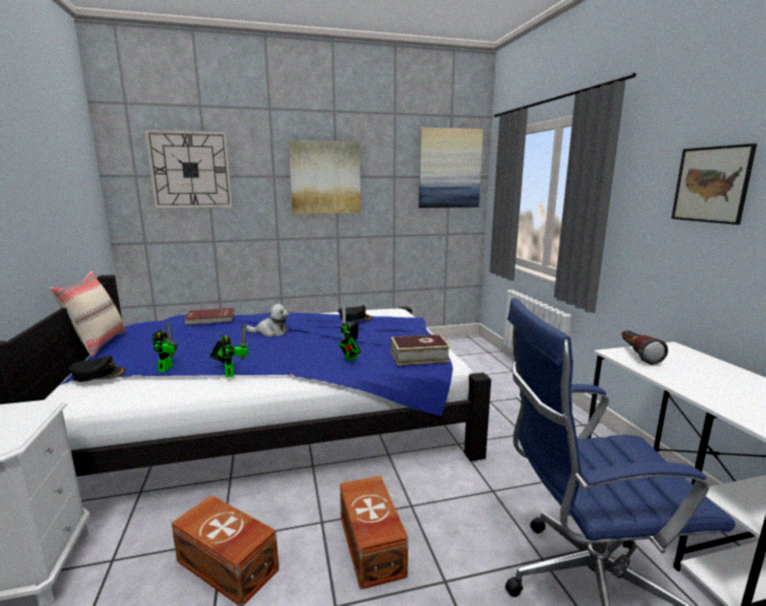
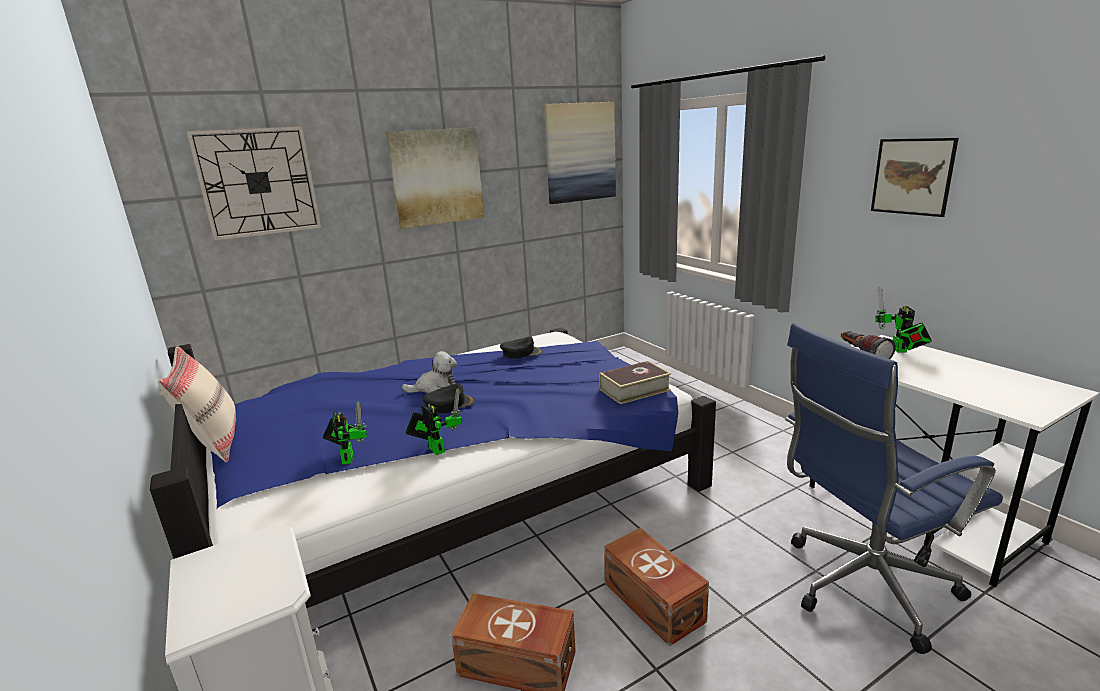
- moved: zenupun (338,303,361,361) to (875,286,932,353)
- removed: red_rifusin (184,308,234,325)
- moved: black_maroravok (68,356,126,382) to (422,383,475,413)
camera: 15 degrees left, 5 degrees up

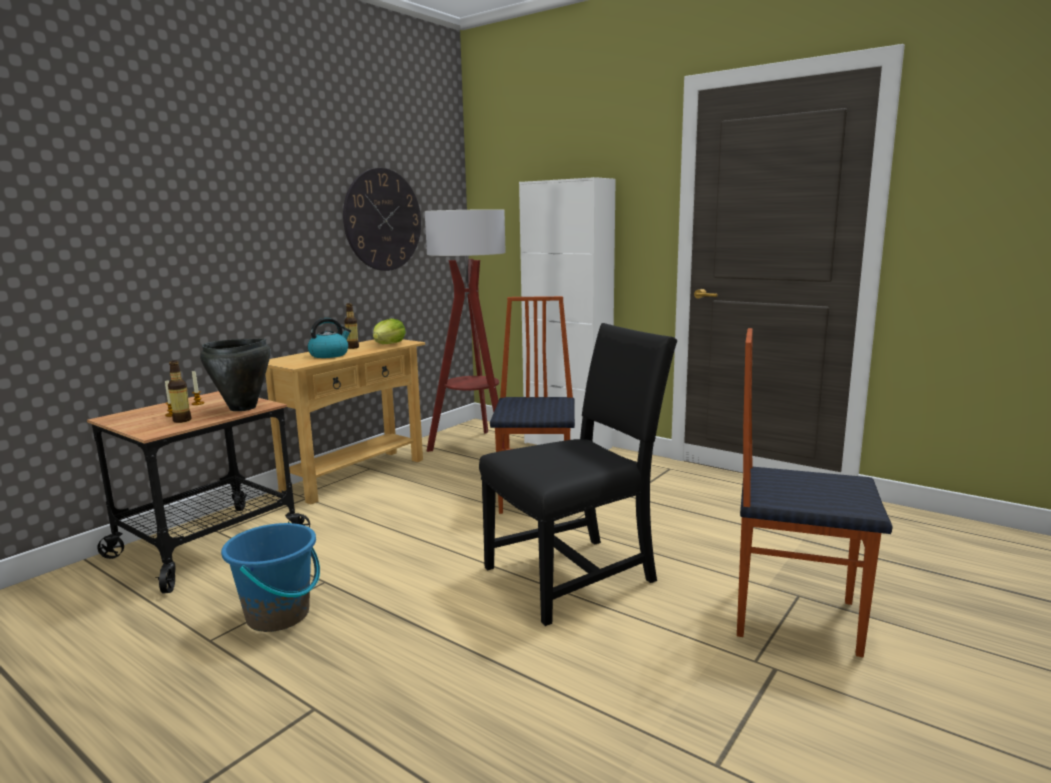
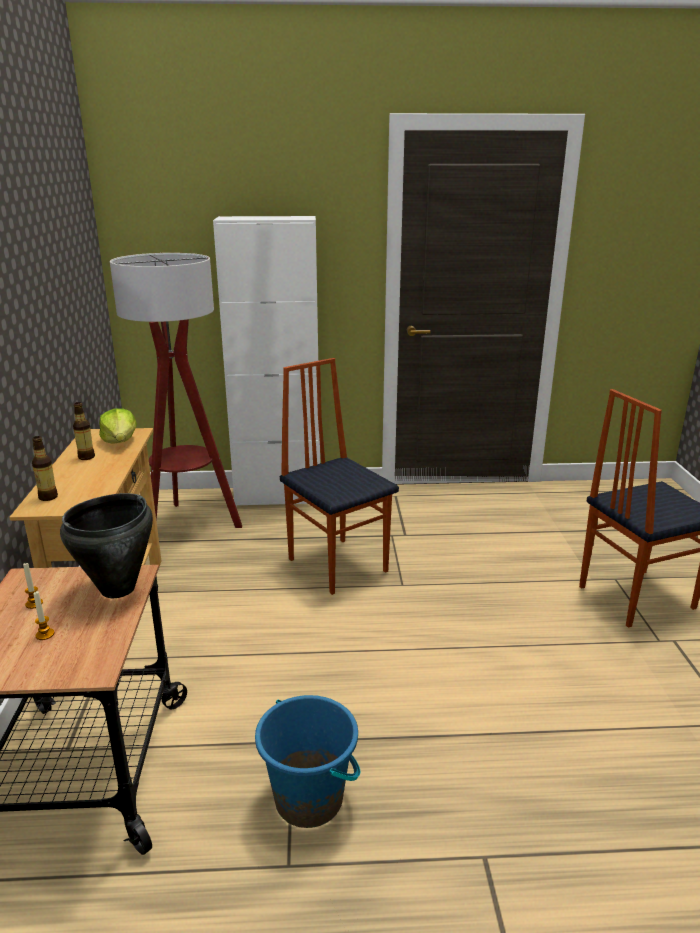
- removed: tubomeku (343,168,421,271)
- removed: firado (308,318,351,358)
- removed: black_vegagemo (479,323,677,626)
- moved: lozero (168,361,192,423) to (32,436,58,501)
camera: 40 degrees left, 10 degrees up

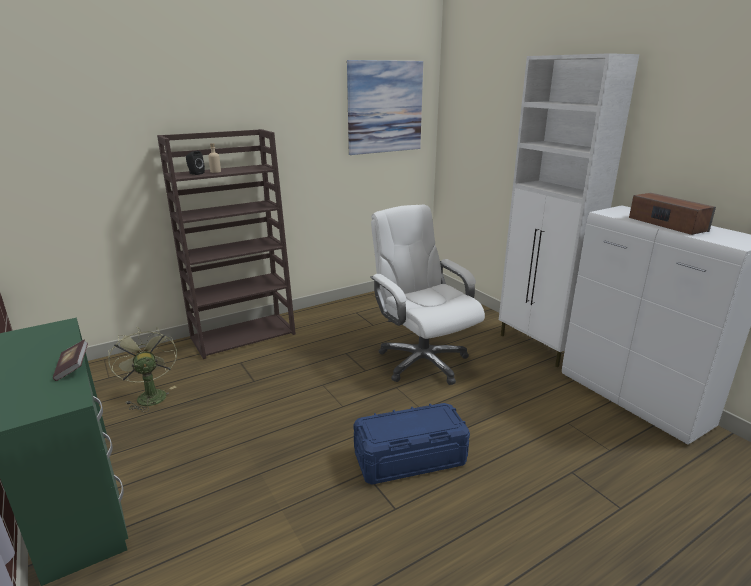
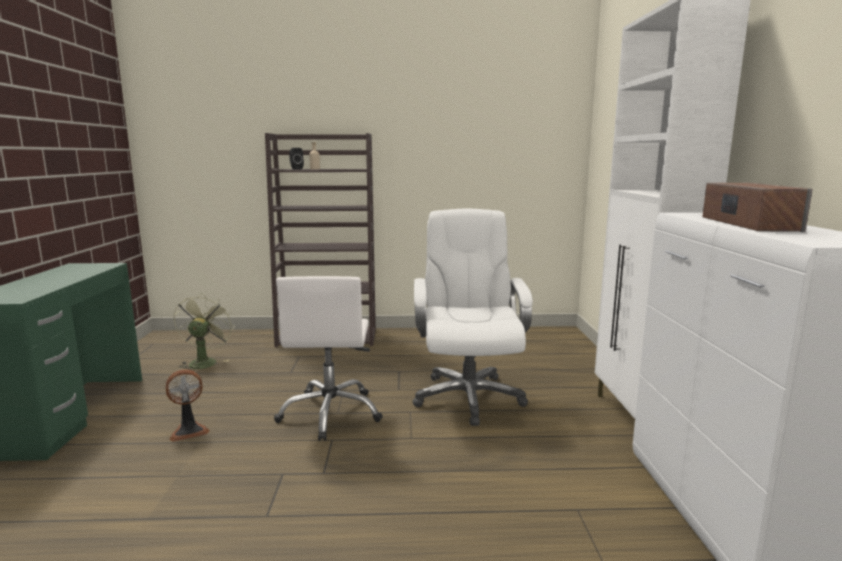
- removed: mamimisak (347,60,423,155)
- removed: rifusin (53,339,88,381)
- removed: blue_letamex (354,403,470,485)
- added: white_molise (274,276,383,441)
- added: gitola (165,369,210,442)
camera: 30 degrees right, 10 degrees down

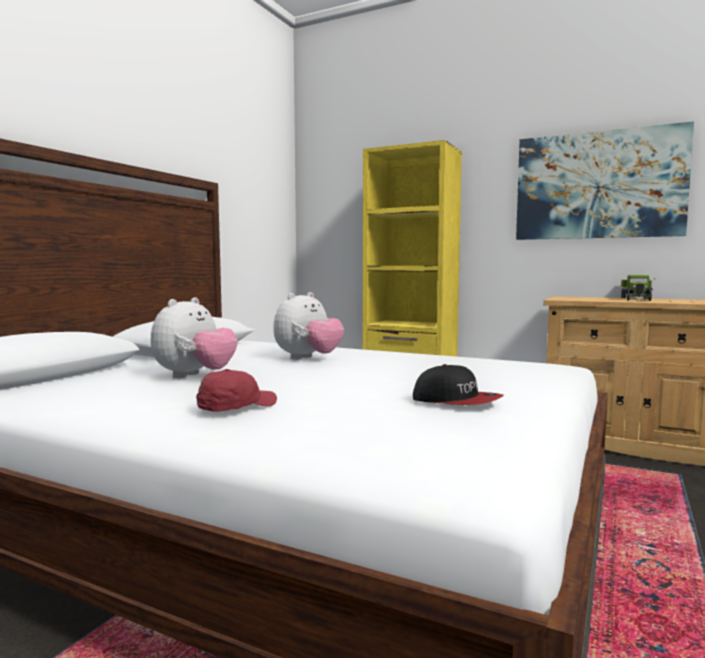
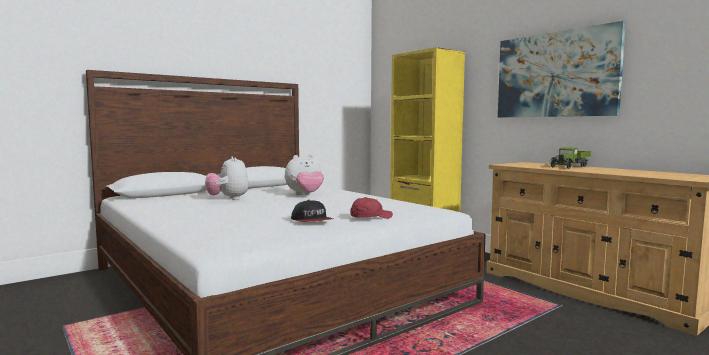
- turned: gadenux (151,297,238,378) = (205,156,249,200) 105 degrees clockwise
- moved: red_maroravok (196,369,277,412) to (350,197,393,219)
camera: 25 degrees right, 0 degrees up

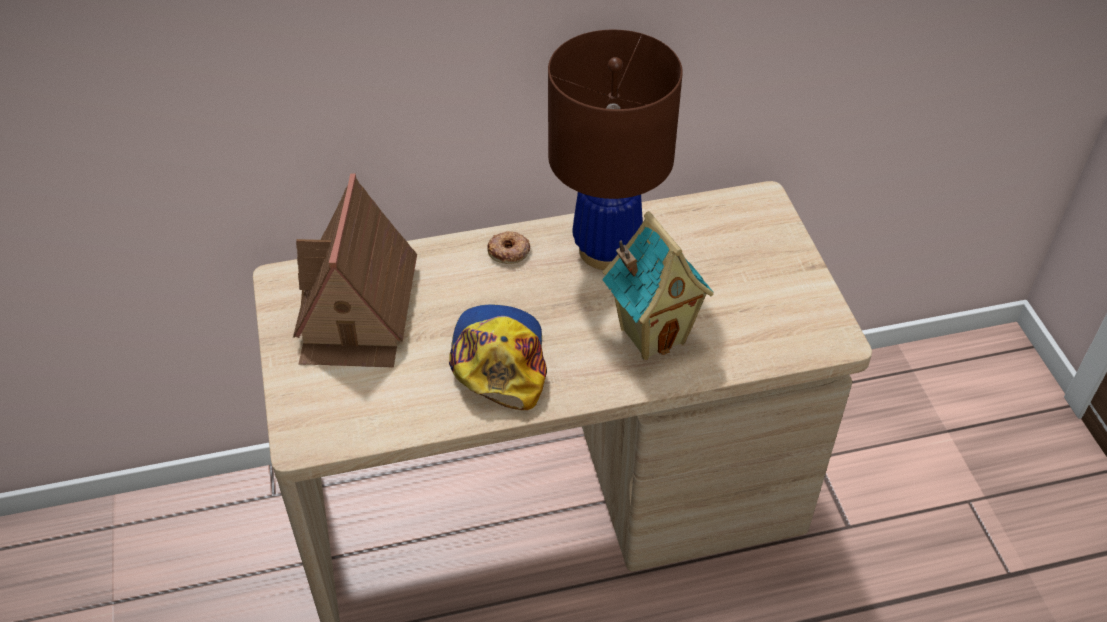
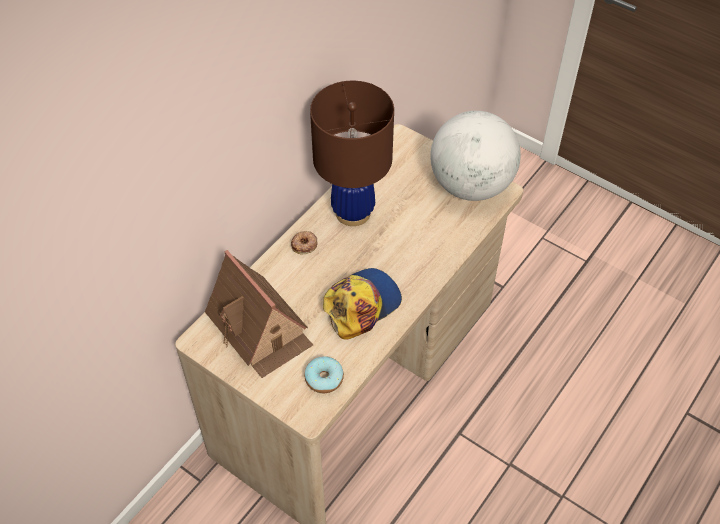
- removed: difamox (602,211,714,360)
- turned: maroravok (449,305,547,410) = (323,268,402,340) 90 degrees clockwise
- added: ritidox (430,111,521,201)
- added: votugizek (304,356,344,393)
camera: 40 degrees left, 5 degrees up

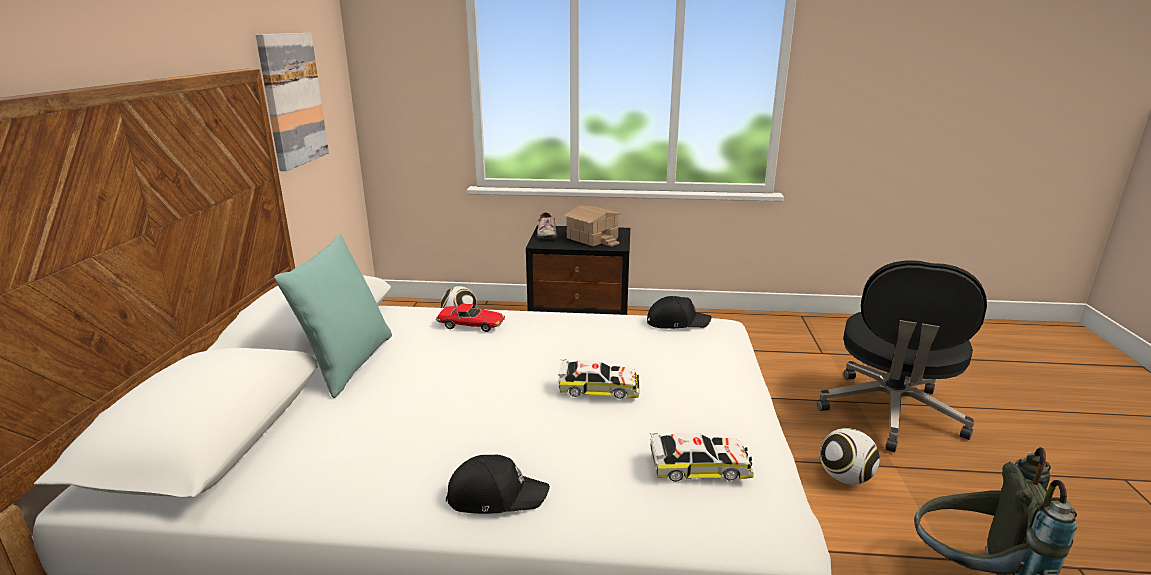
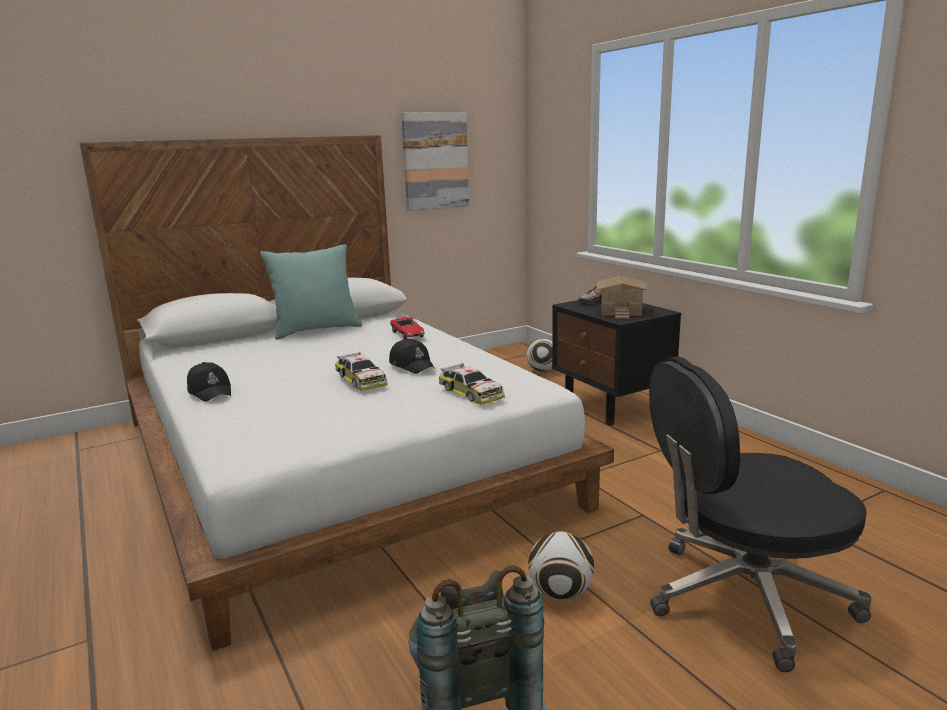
- moved: black_maroravok (647,296,711,328) to (389,338,435,374)
- moved: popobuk (650,433,754,482) to (439,363,505,405)
camera: 55 degrees right, 5 degrees down

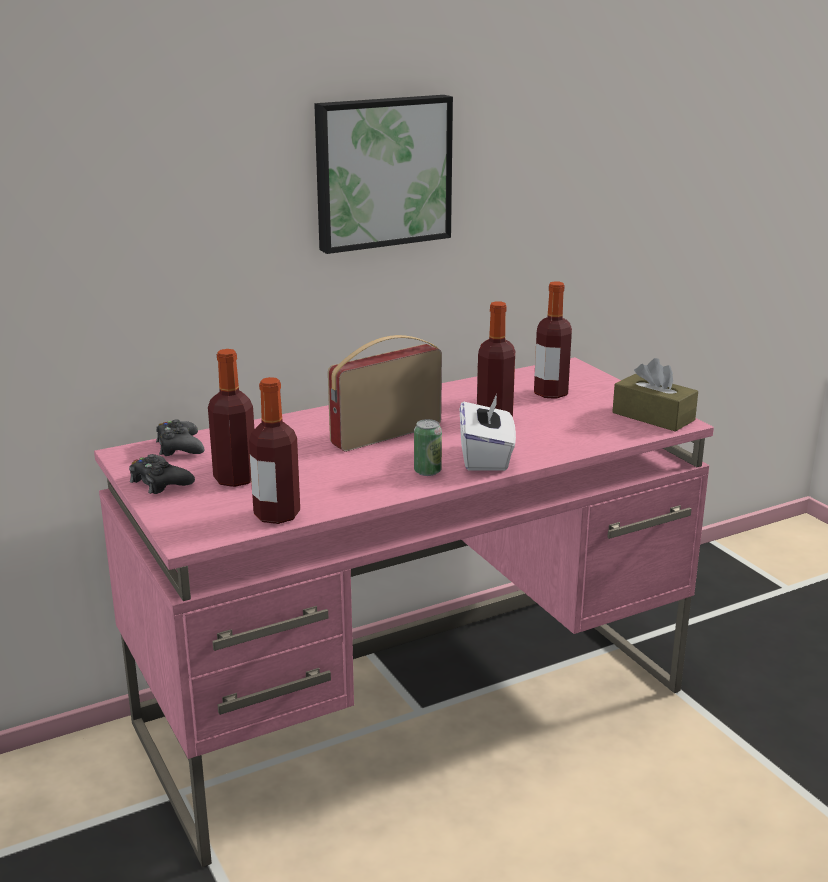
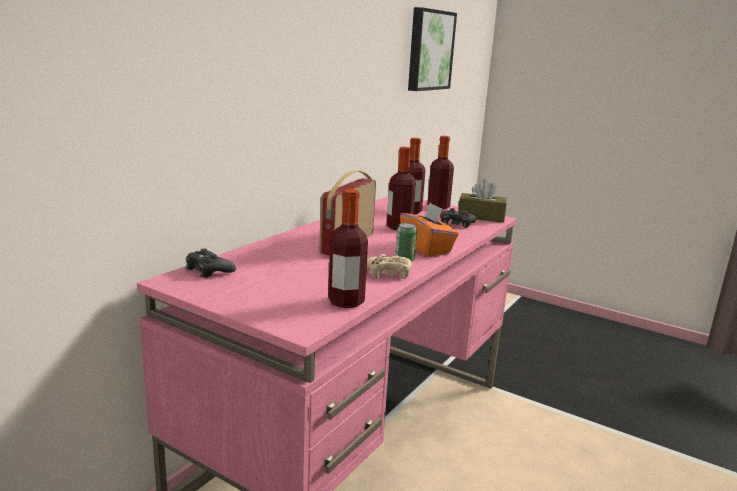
- moved: mamimisak (314,95,453,254) to (408,7,457,91)
- moved: lozero (208,349,254,487) to (427,136,454,210)
- recoloured: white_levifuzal (460,393,516,471) to orange_levifuzal (400,203,459,256)
- moved: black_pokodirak (129,454,195,494) to (440,208,476,228)
- added: beige_pokodirak (367,254,412,279)
camera: 30 degrees left, 5 degrees down

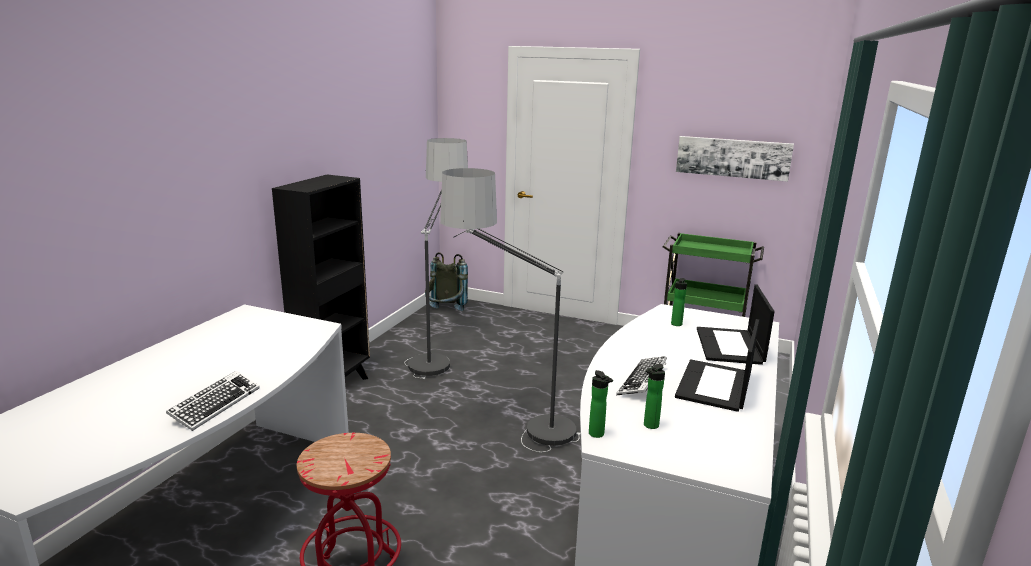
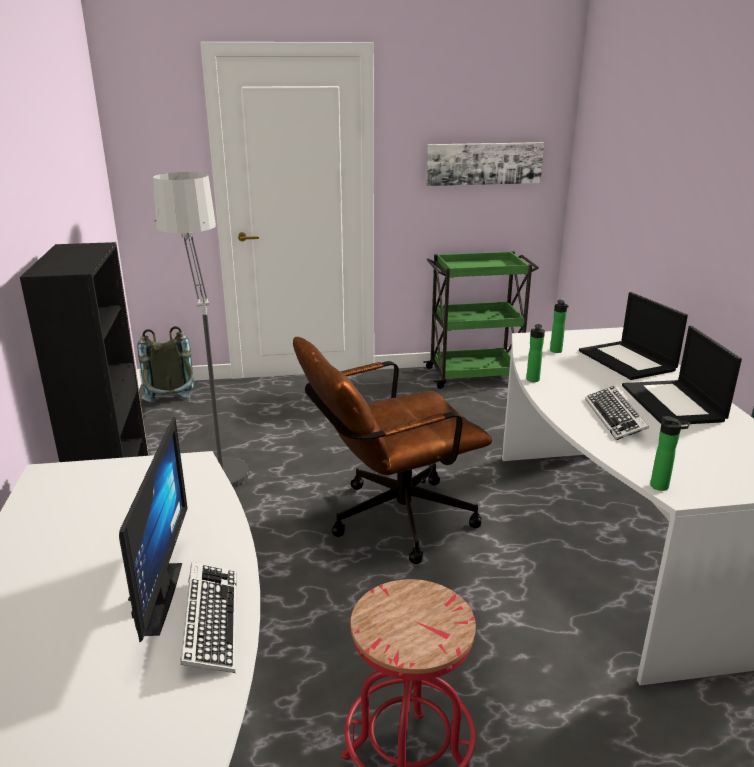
- replaced: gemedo (440,168,580,452) to brown_molise (293,337,492,564)
- moved: lozero (644,364,665,429) to (526,324,545,382)
- added: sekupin (119,417,188,643)
camera: 30 degrees left, 5 degrees up

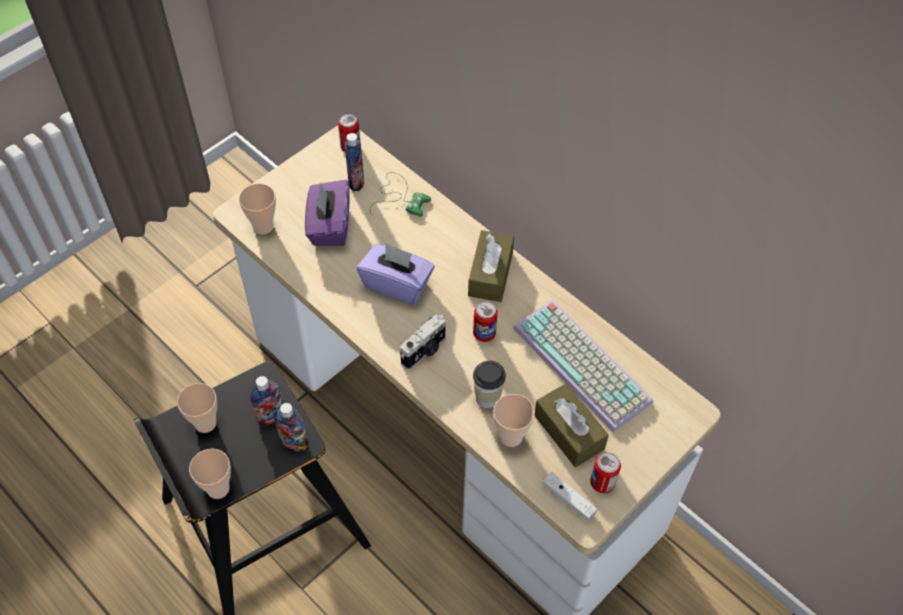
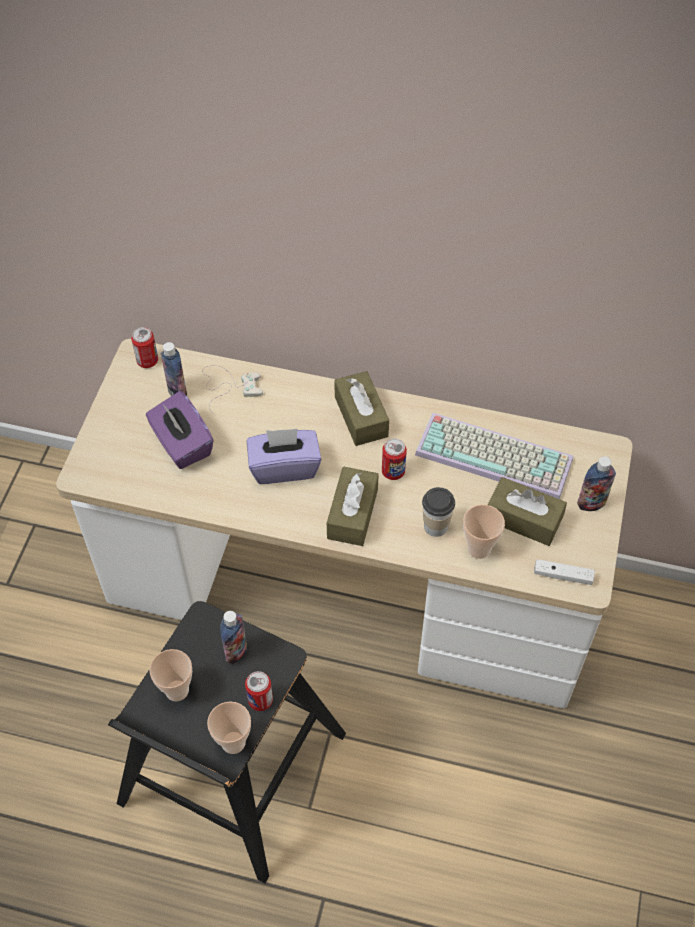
- recoloured: green_pokodirak (370,172,431,217) to white_pokodirak (202,365,263,415)
- removed: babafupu (239,183,276,234)
- replaced: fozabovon (400,314,445,370) to brown_levifuzal (327,466,379,546)
- moved: lozero (274,403,309,451) to (577,456,616,511)
- moved: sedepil (590,452,621,493) to (245,671,273,711)
camera: 30 degrees left, 0 degrees up

